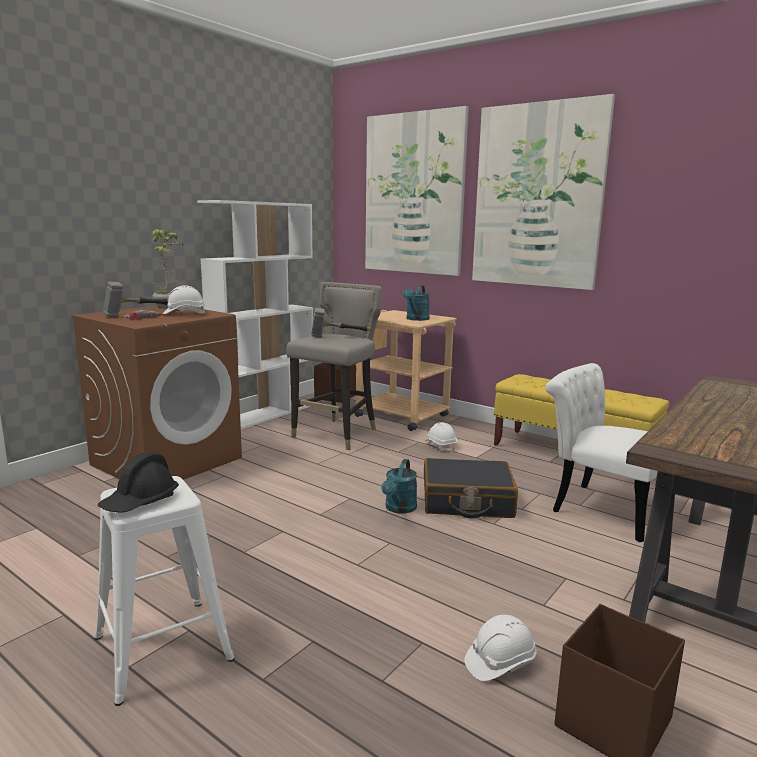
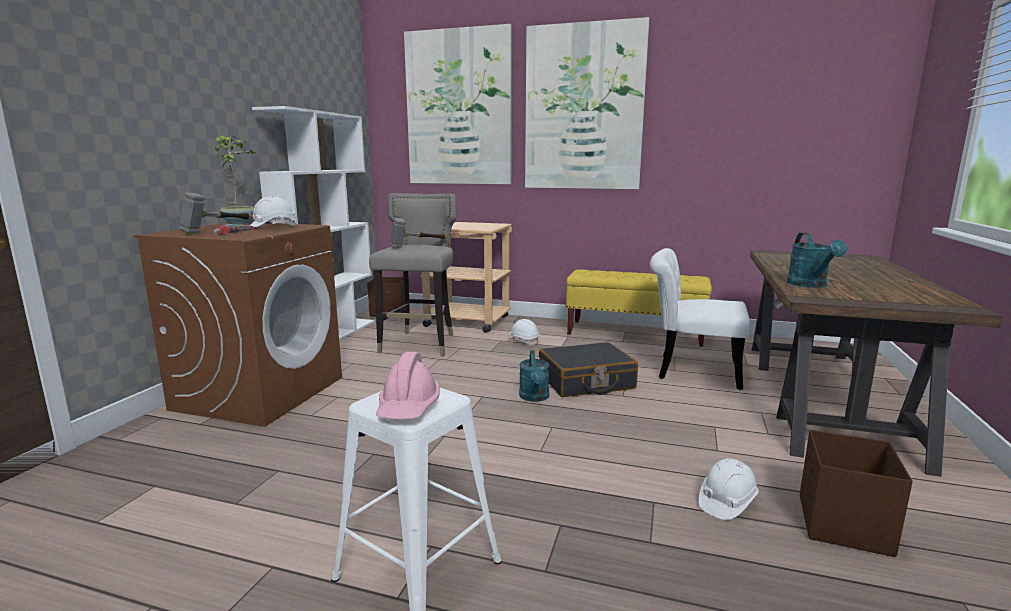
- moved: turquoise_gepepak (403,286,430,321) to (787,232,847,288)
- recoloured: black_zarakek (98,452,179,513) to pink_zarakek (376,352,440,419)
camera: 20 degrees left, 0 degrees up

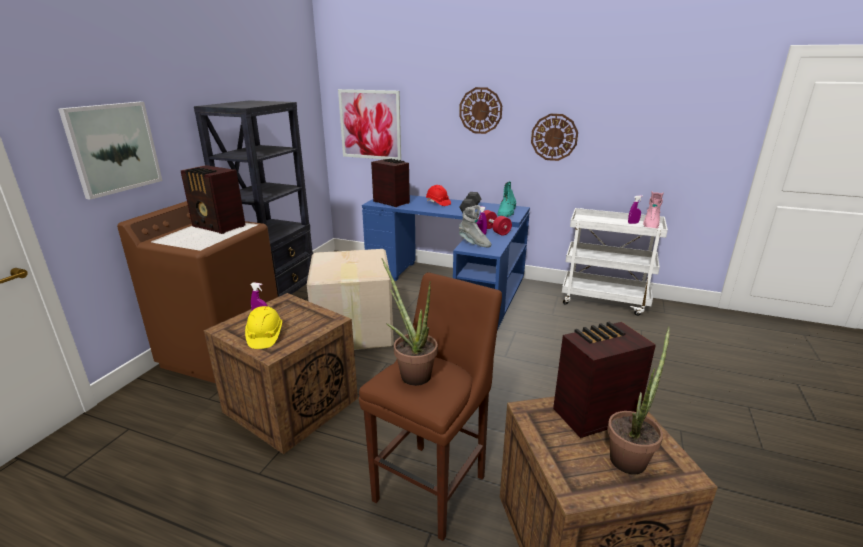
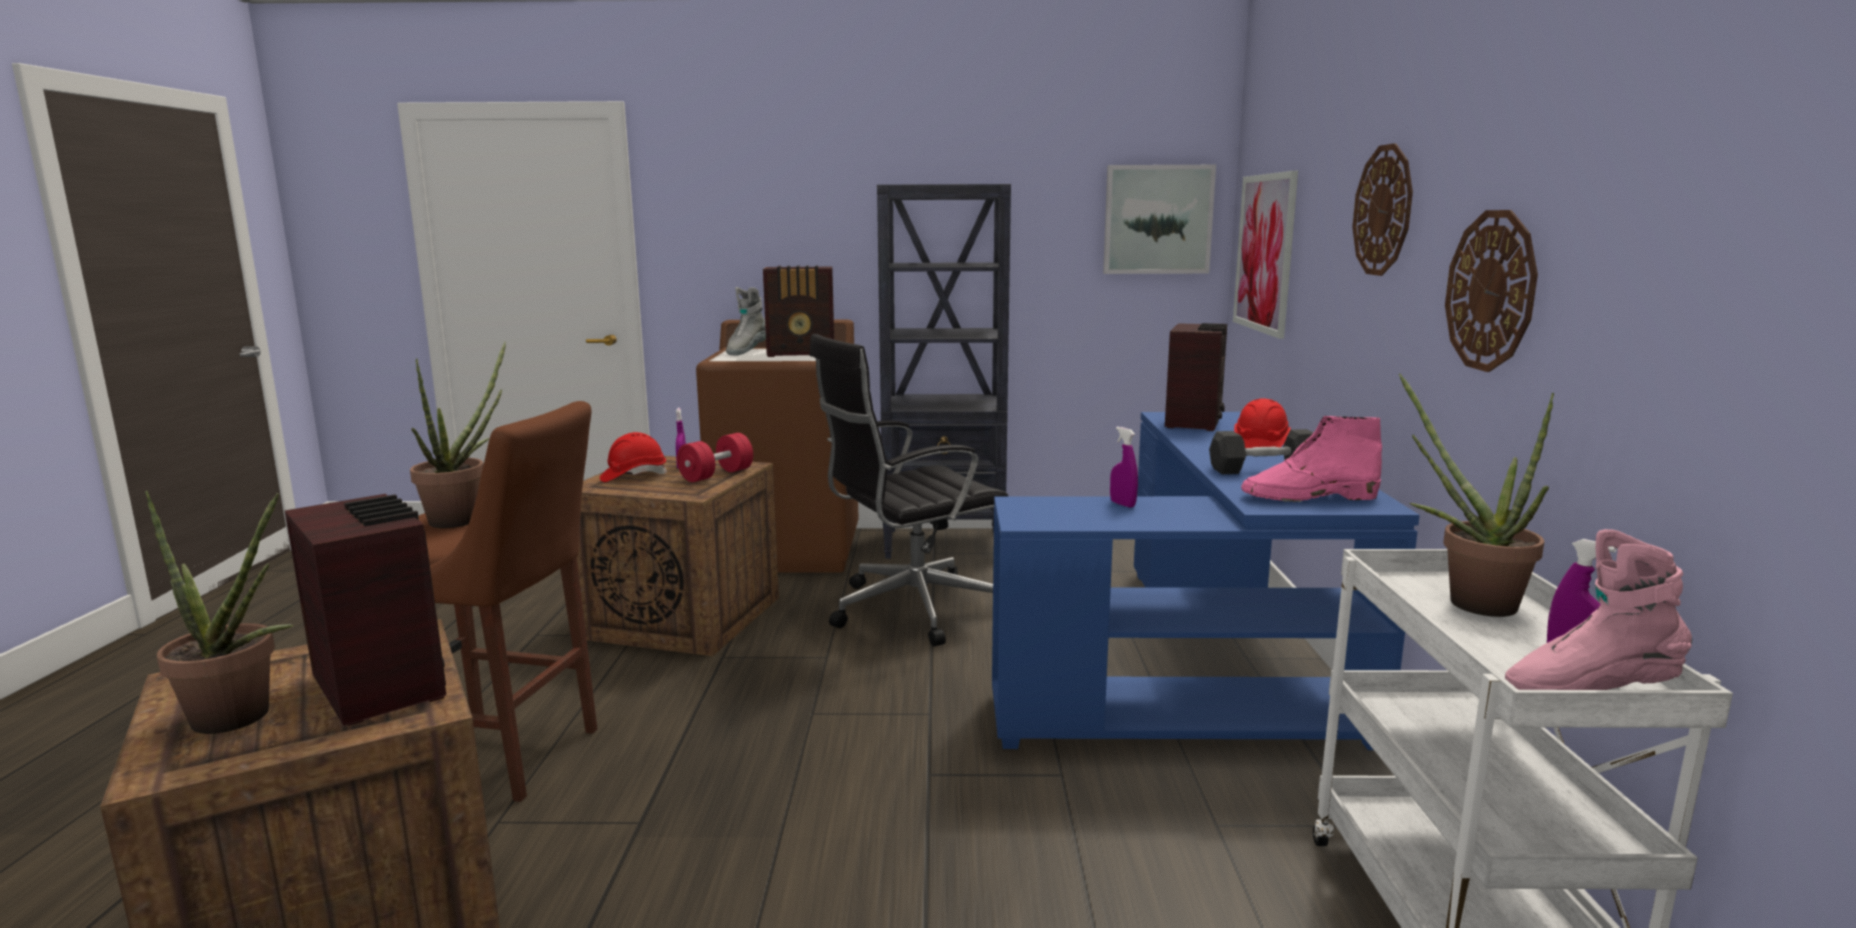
- moved: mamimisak (58,102,162,200) to (1103,165,1216,274)
- turned: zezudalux (180,165,246,234) = (763,265,834,357) 105 degrees counterclockwise
- recoloured: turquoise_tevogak (498,181,516,217) to pink_tevogak (1241,416,1382,502)
- moved: grey_tevogak (459,205,491,247) to (726,287,766,356)
- moved: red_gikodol (479,210,512,235) to (677,433,753,482)
- replaced: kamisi (307,249,394,350) to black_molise (809,334,1009,647)
- recoloured: yellow_zarakek (245,306,282,349) to red_zarakek (600,432,667,482)
- added: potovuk (1399,373,1554,617)
camera: 70 degrees right, 10 degrees down

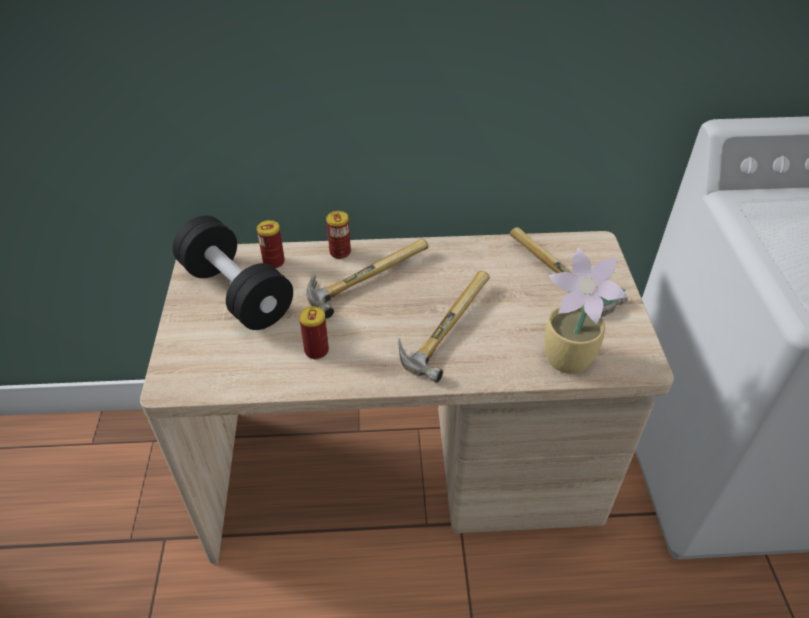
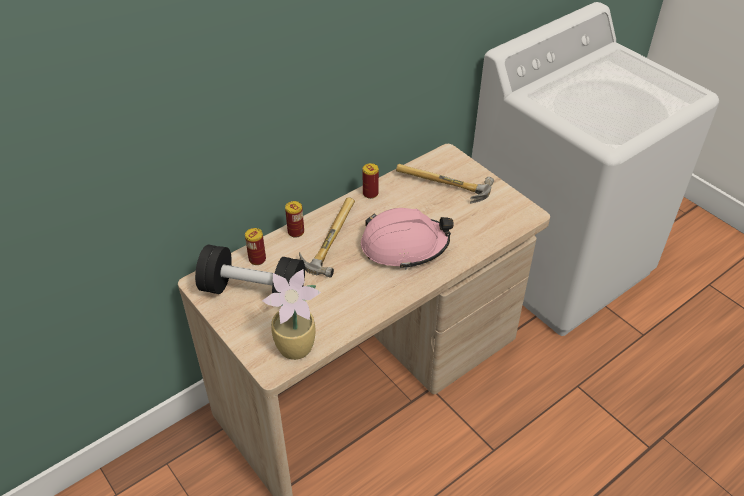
- moved: potovuk (545,247,627,374) to (262,269,321,360)
- replaced: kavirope (398,271,490,383) to pink_zarakek (361,208,454,269)
- moved: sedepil (299,306,329,359) to (363,163,379,199)
camera: 35 degrees left, 0 degrees up

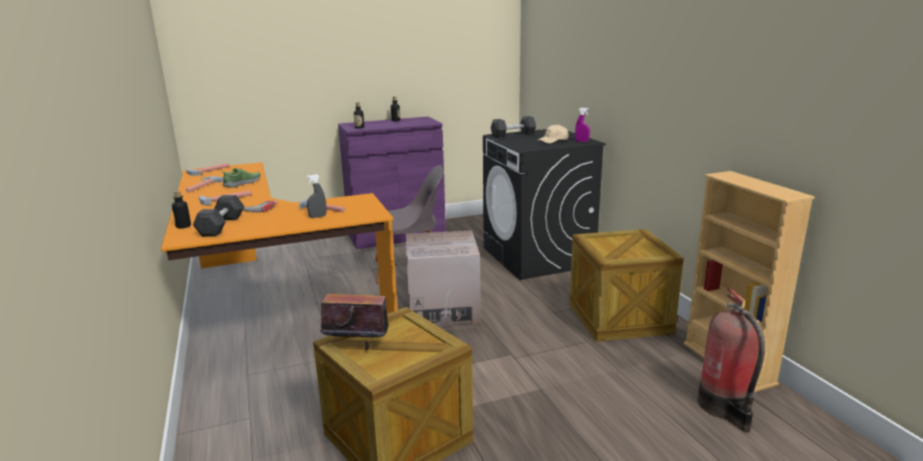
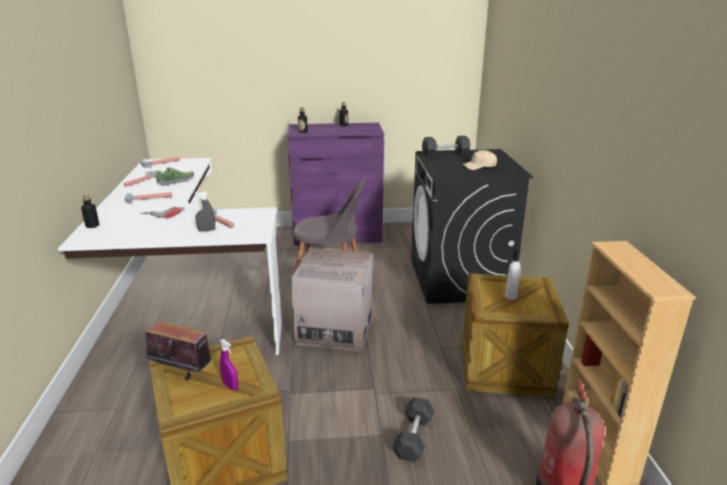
- moved: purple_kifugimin (575,108,590,142) to (220,339,238,391)
- recoloured: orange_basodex (161,162,397,314) to white_basodex (58,158,282,355)
- moved: grey_gikodol (193,195,244,237) to (393,397,434,462)
- added: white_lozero (505,248,521,299)
camera: 15 degrees right, 5 degrees up

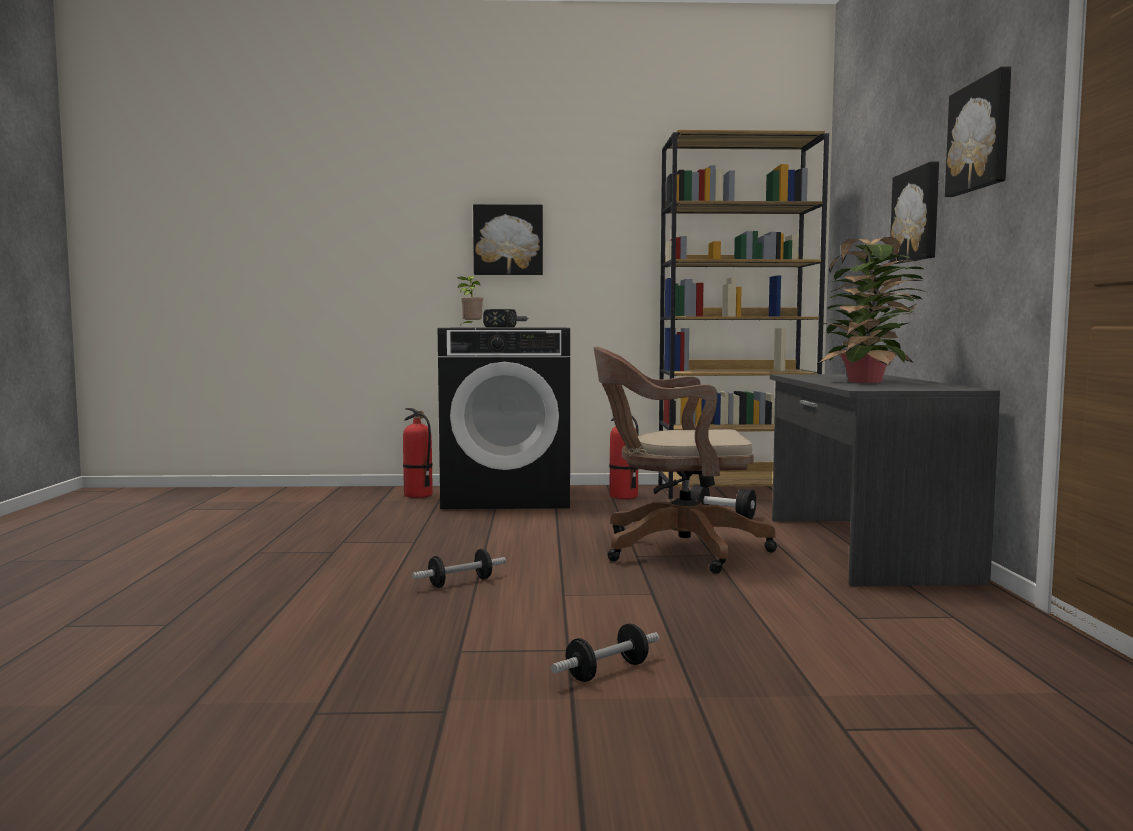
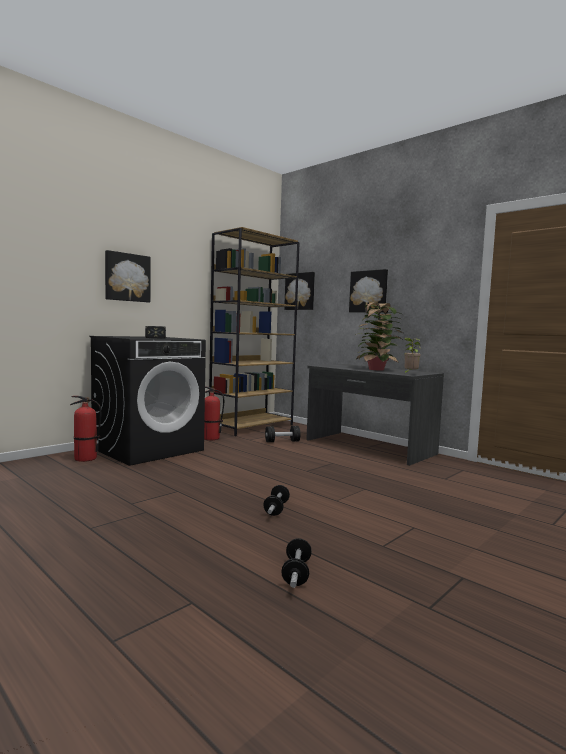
- moved: mamimisak (945,66,1011,197) to (284,272,315,310)
- moved: potovuk (458,276,483,327) to (404,338,421,374)
- removed: brown_molise (593,347,777,574)
- moved: gikodol (551,623,659,682) to (281,538,312,588)
camera: 45 degrees left, 0 degrees up

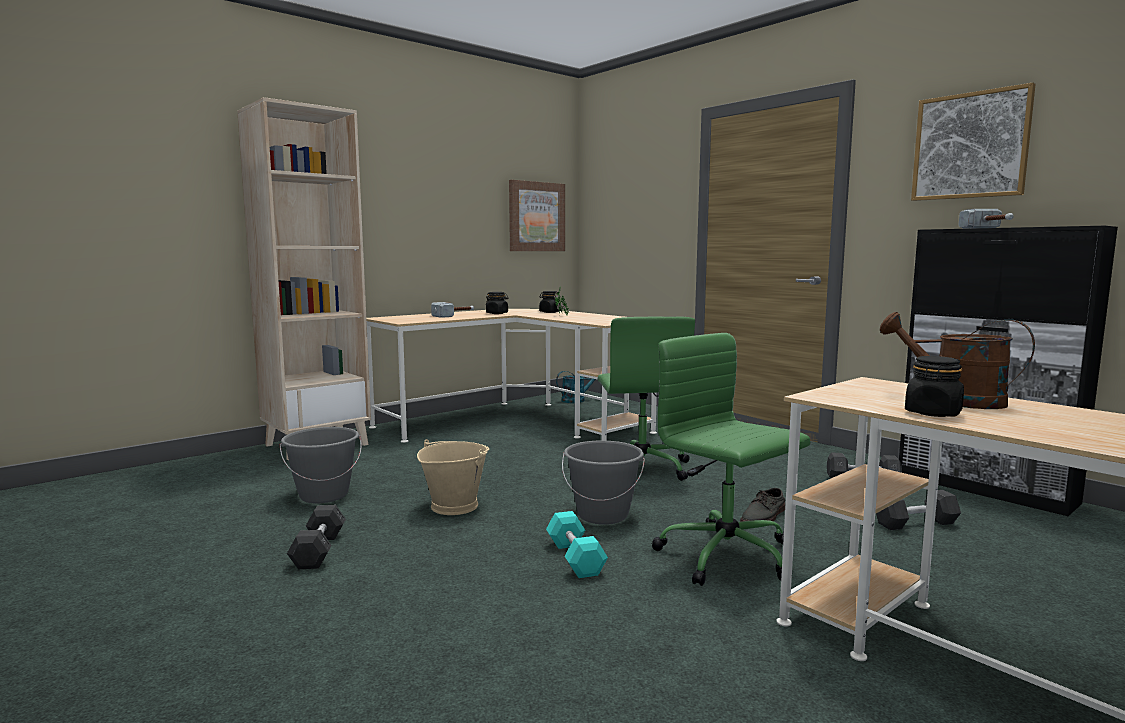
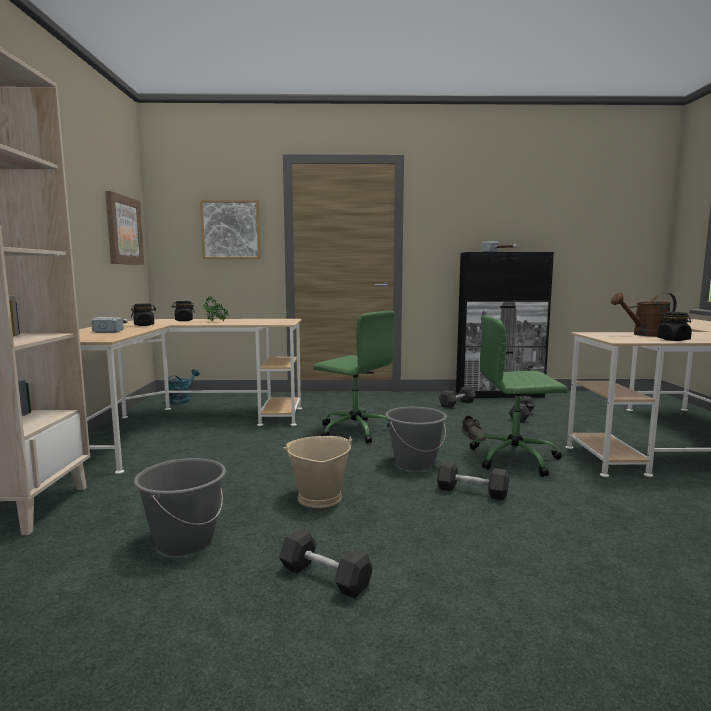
- moved: mamimisak (911,83,1036,201) to (200,200,261,259)
- recoloured: turquoise_gikodol (546,511,608,578) to grey_gikodol (437,461,509,500)
camera: 50 degrees left, 0 degrees up

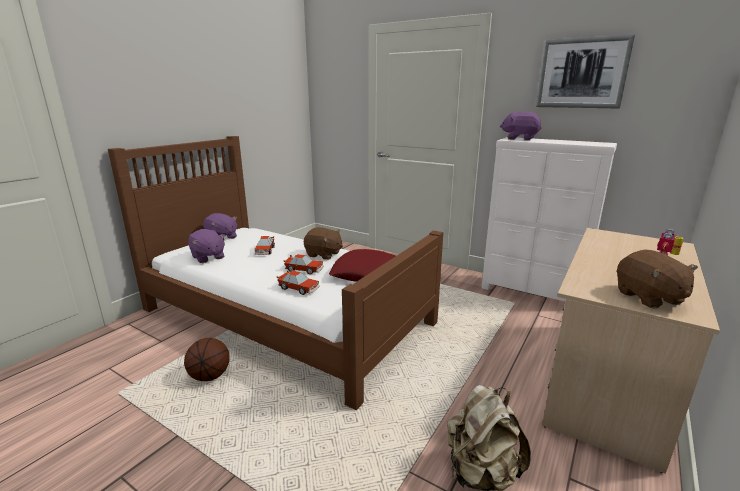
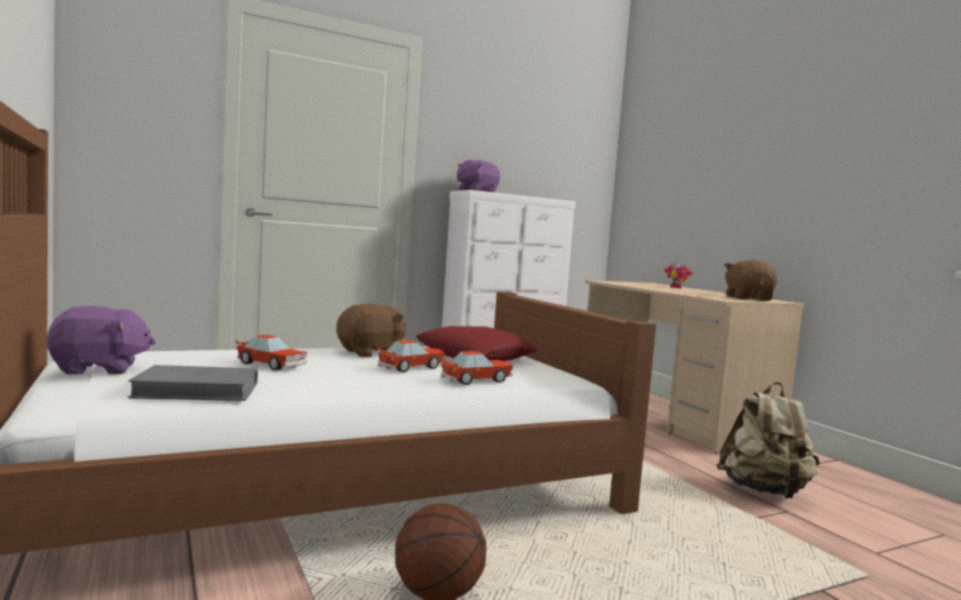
- removed: mamimisak (536,35,635,108)
- replaced: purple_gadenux (188,229,225,263) to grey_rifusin (128,365,258,401)
- turned: brown_gadenux (617,249,698,309) = (724,260,777,301) 105 degrees counterclockwise
camera: 60 degrees left, 15 degrees down

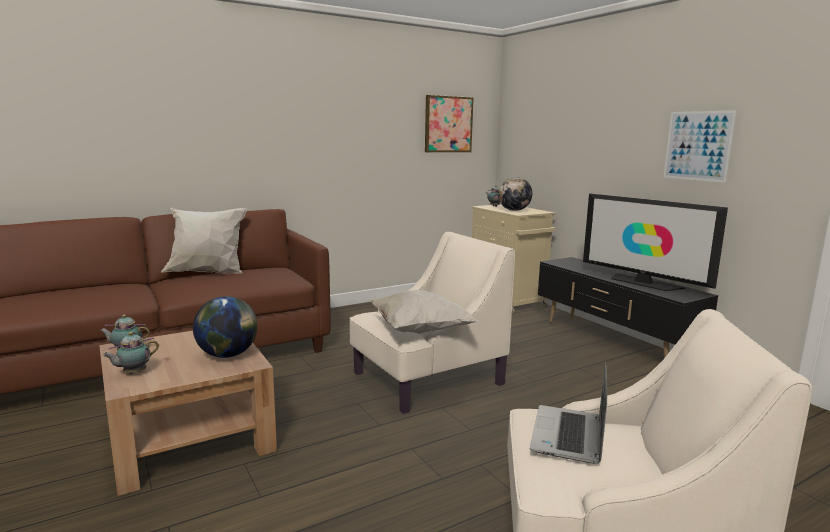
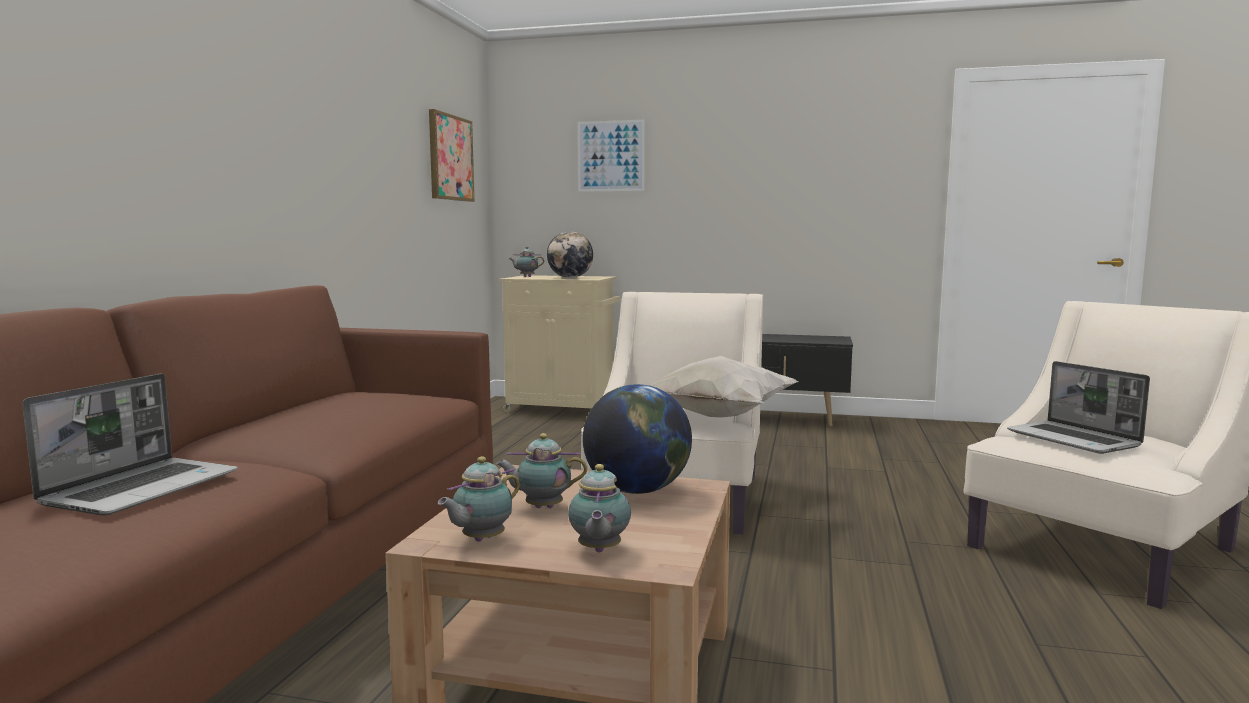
- moved: mamimisak (664,110,737,183) to (578,120,645,192)
- removed: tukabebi (583,194,728,291)
- removed: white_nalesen (161,207,247,274)
- added: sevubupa (22,374,238,516)
- added: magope (496,433,587,508)
camera: 45 degrees left, 5 degrees down

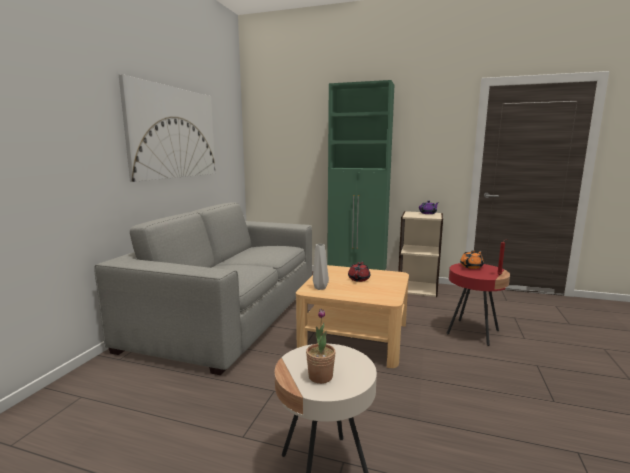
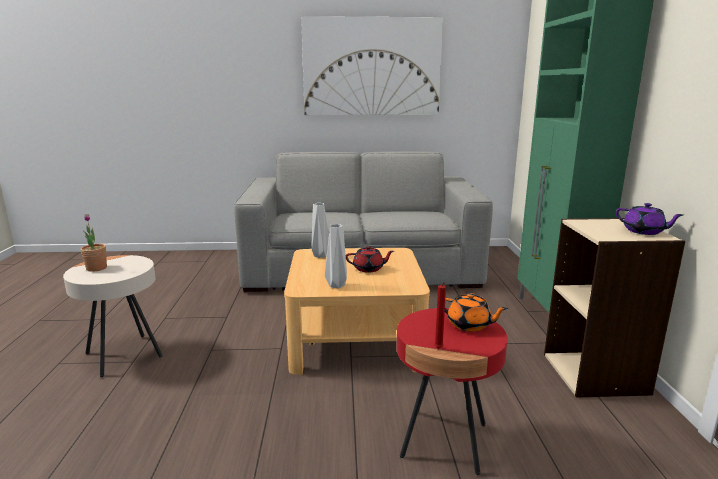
- added: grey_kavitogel (325,224,347,288)
camera: 70 degrees right, 5 degrees up

